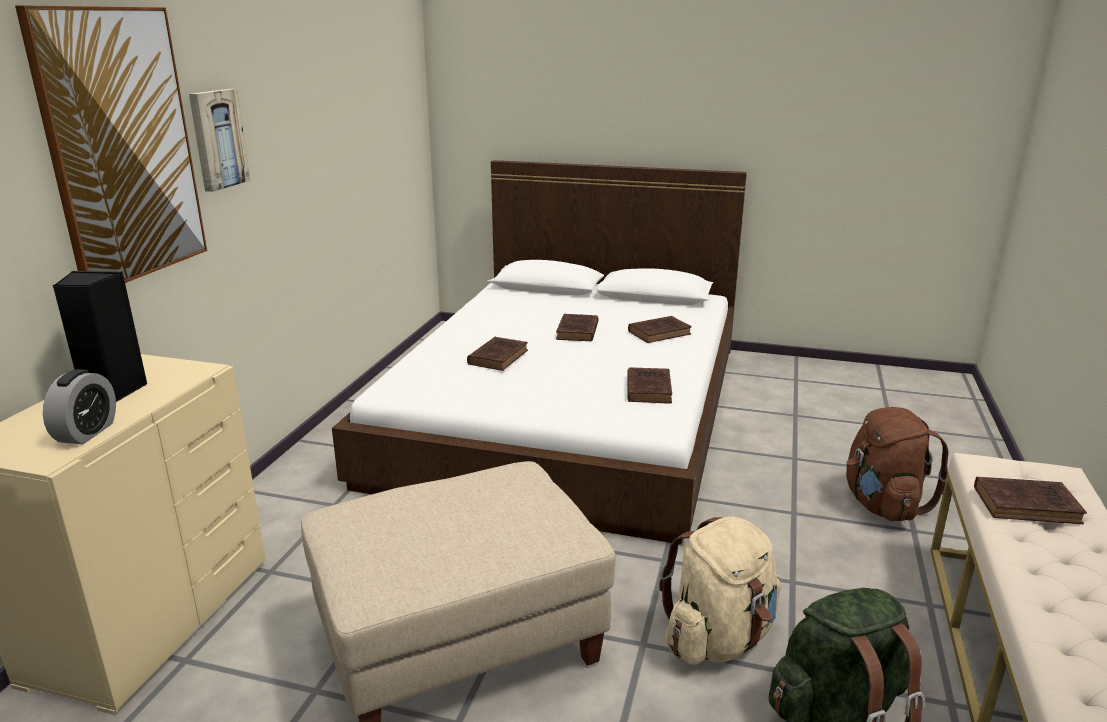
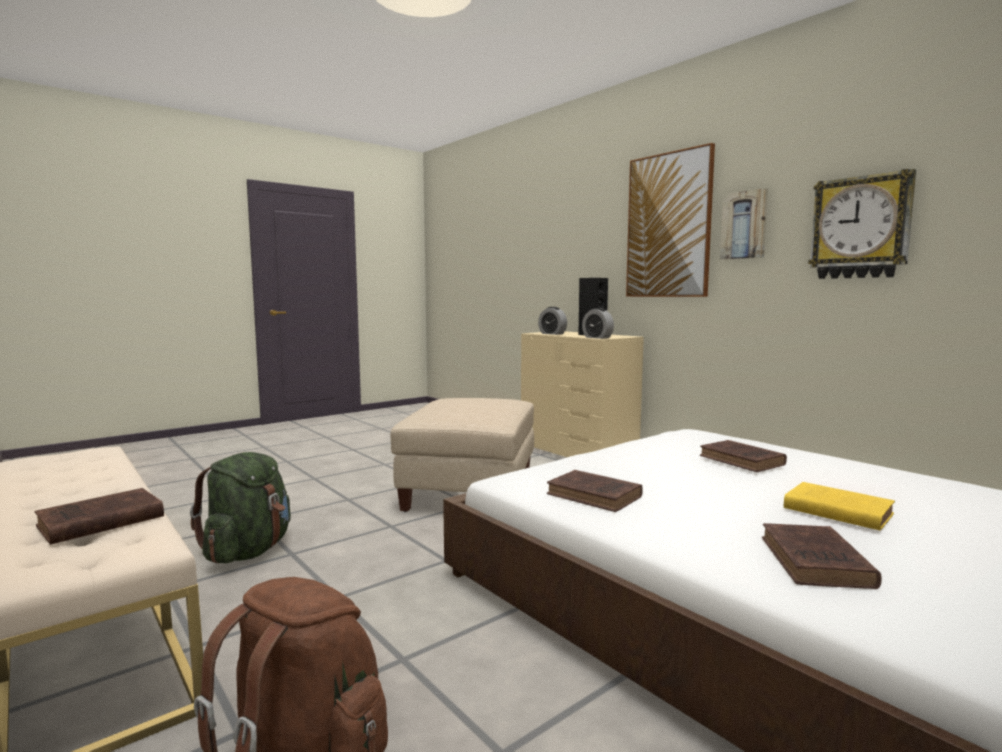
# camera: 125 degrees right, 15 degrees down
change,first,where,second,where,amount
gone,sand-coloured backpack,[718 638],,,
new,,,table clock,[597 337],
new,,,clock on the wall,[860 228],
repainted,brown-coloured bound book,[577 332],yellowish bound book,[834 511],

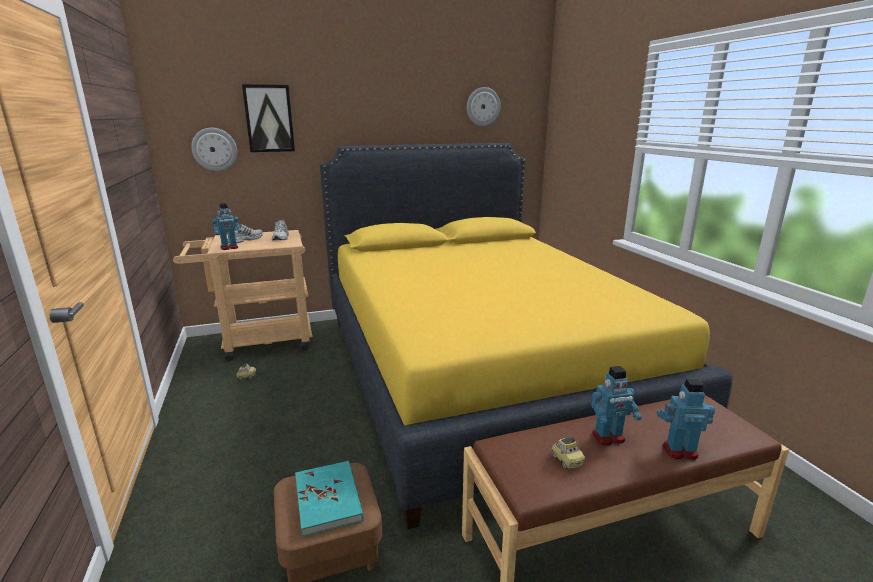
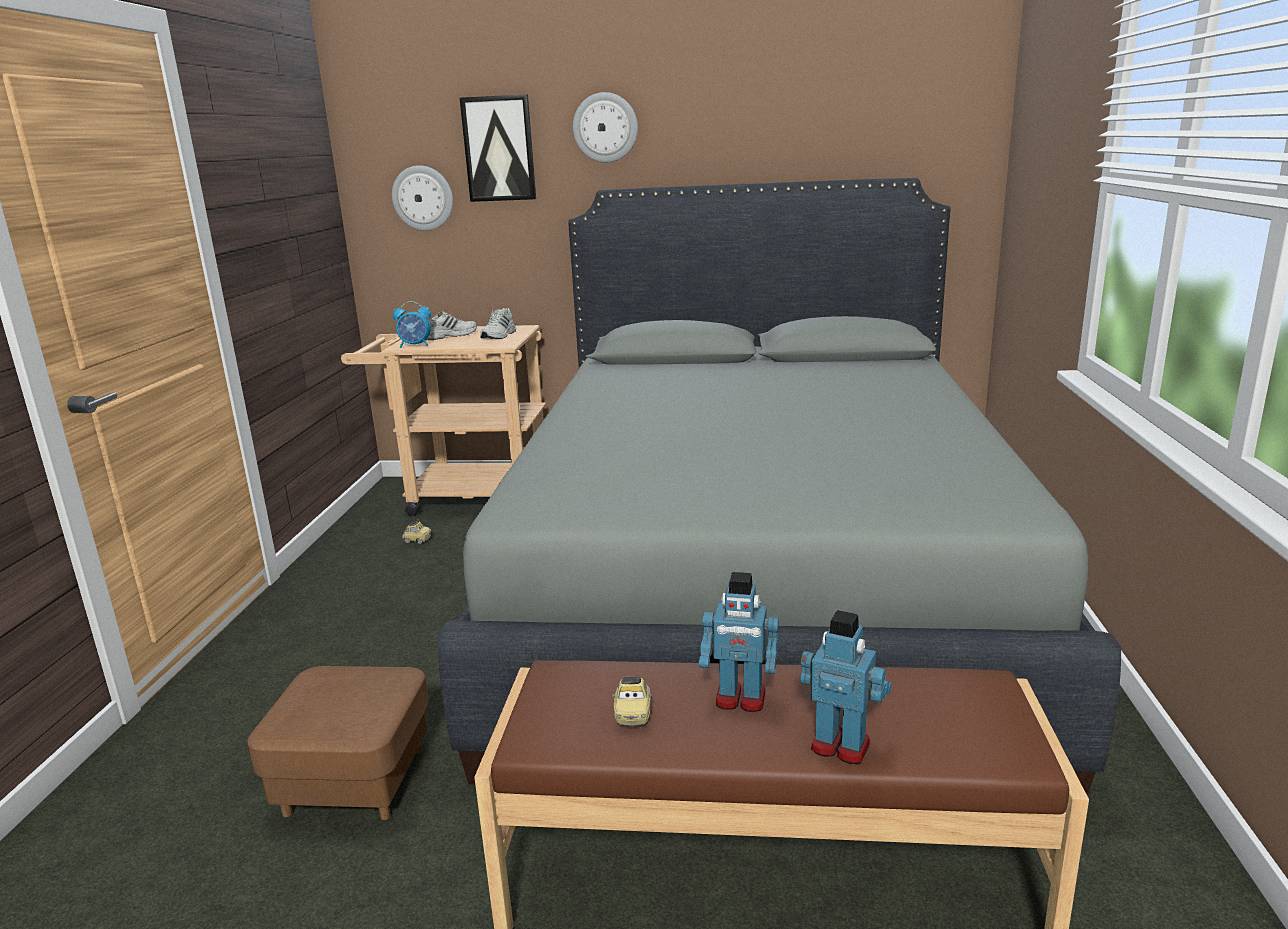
# camera: 25 degrees right, 0 degrees up
change,first,where,second,where,amount
gone,turquoise-coloured bound book,[328 499],,,
shifted,clock on the wall,[483 106],,[605 127],
swapped,robot figure,[229 248],table clock,[415 346],
repainted,yellowish bedroom bed,[478 372],grey bedroom bed,[758 589],

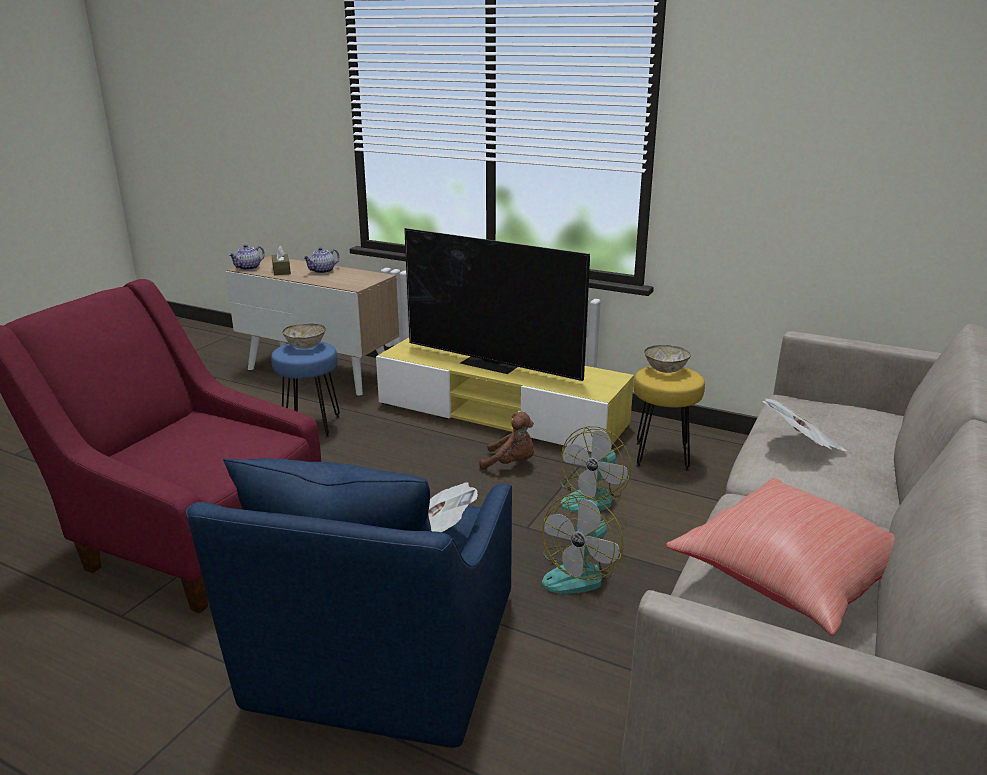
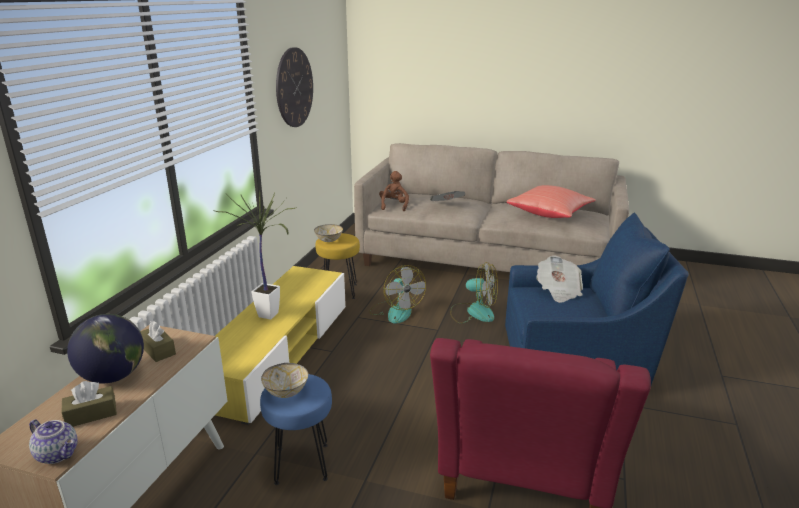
# camera: 100 degrees left, 0 degrees up
change,first,where,second,where,amount
new,,,brown-coloured box of tissues,[158 350],
new,,,clock on the wall,[294 87],
shifted,brown-coloured soft toy,[511 463],,[394 206],
swapped,pot for tea,[322 271],globe,[113 376],
swapped,TV set,[492 363],plant in a pot,[270 317],
rotated,fan,[592 497],,[396 311],45 degrees clockwise

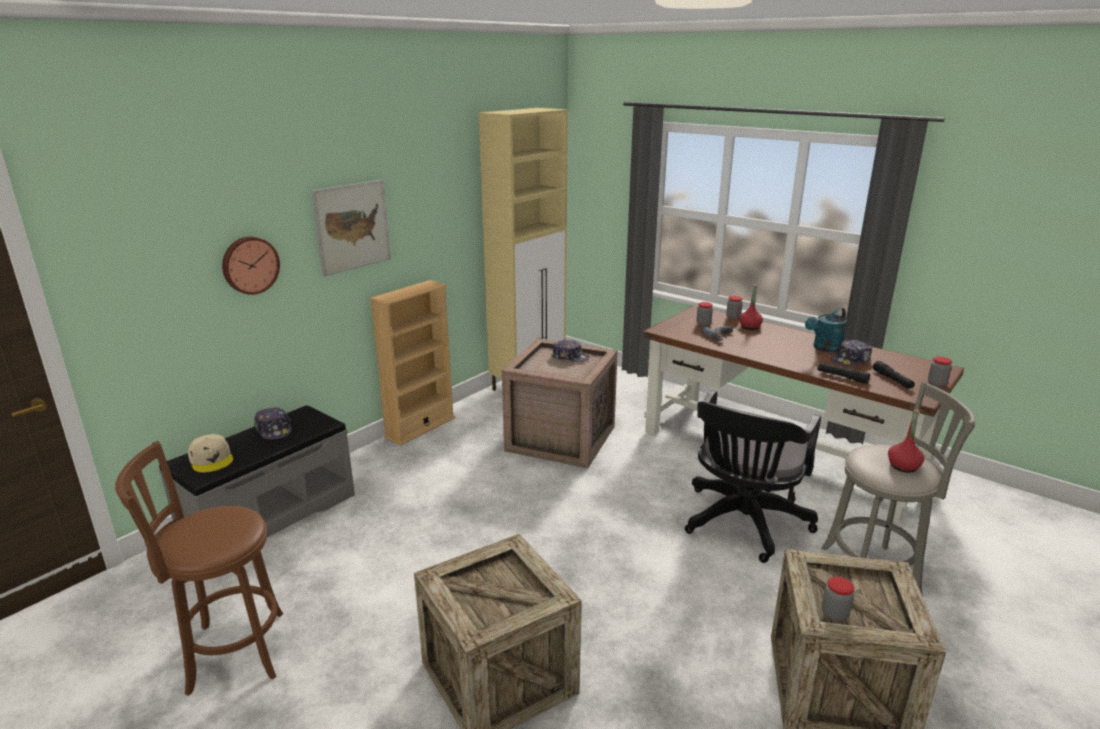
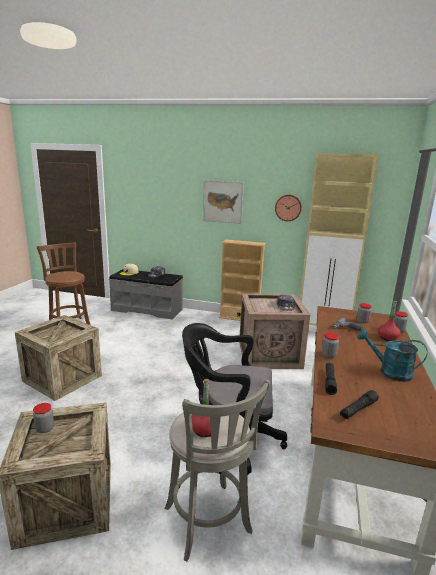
# camera: 65 degrees right, 5 degrees down
change,first,where,second,where,amount
gone,cap,[851 360],,,
shifted,clock on the wall,[249 265],,[288 207],
shifted,preserve jar,[936 383],,[328 355],

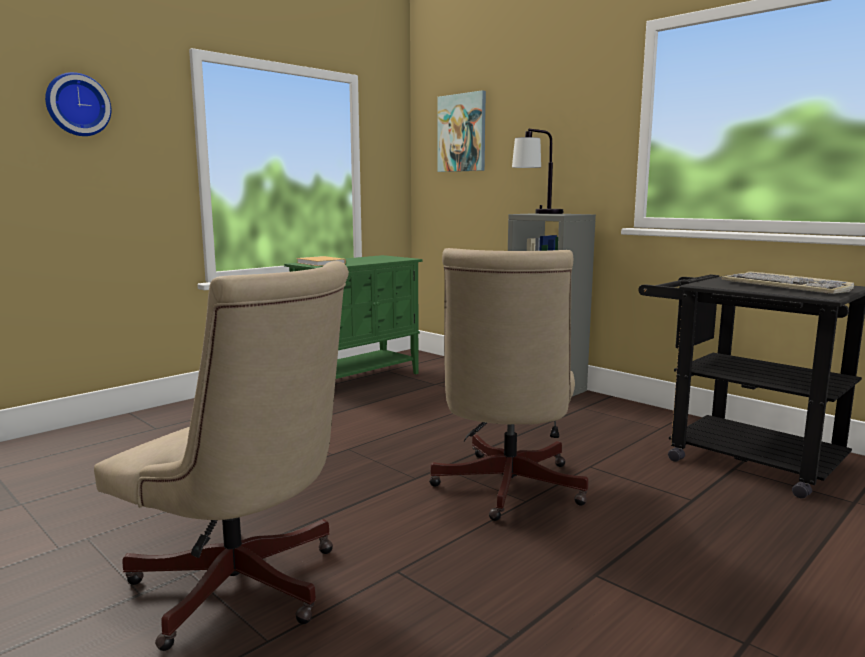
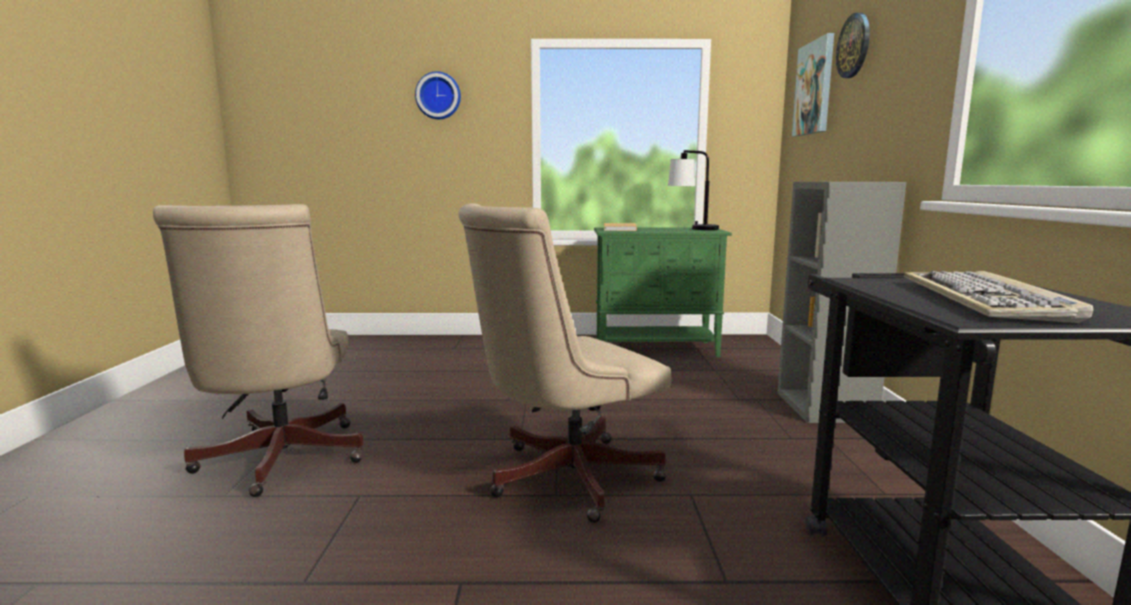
# camera: 45 degrees right, 0 degrees up
change,first,where,second,where,amount
new,,,clock on the wall,[854 46],
shifted,lamp for a table,[537 213],,[692 228],

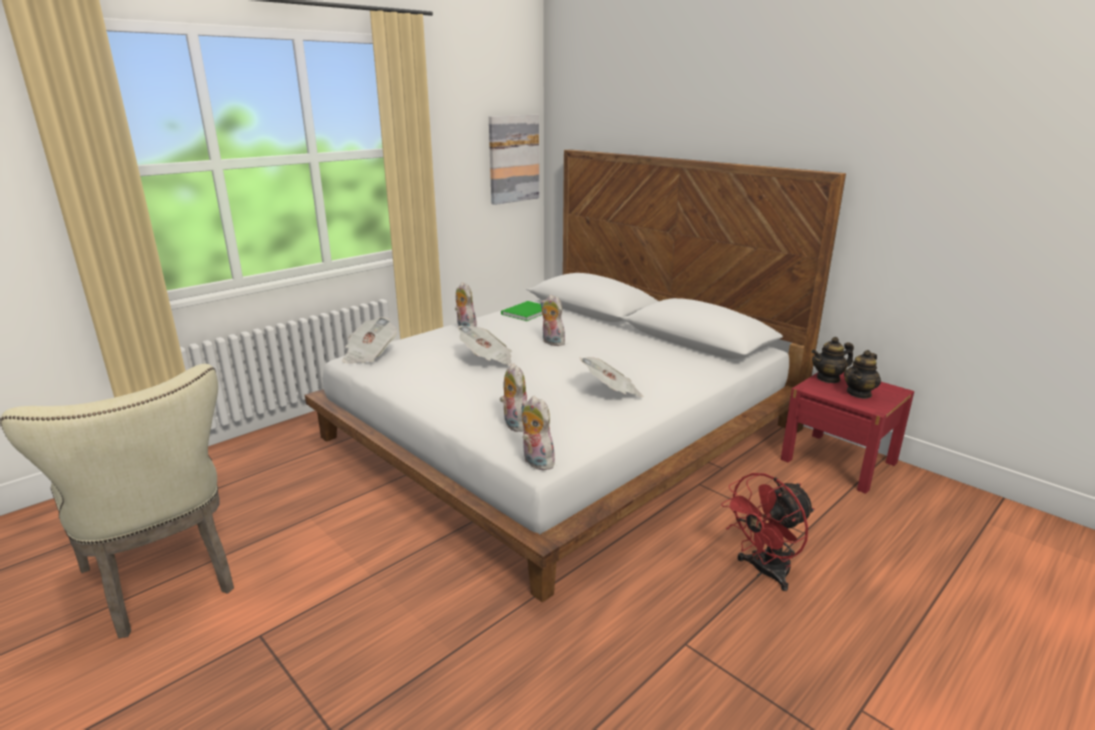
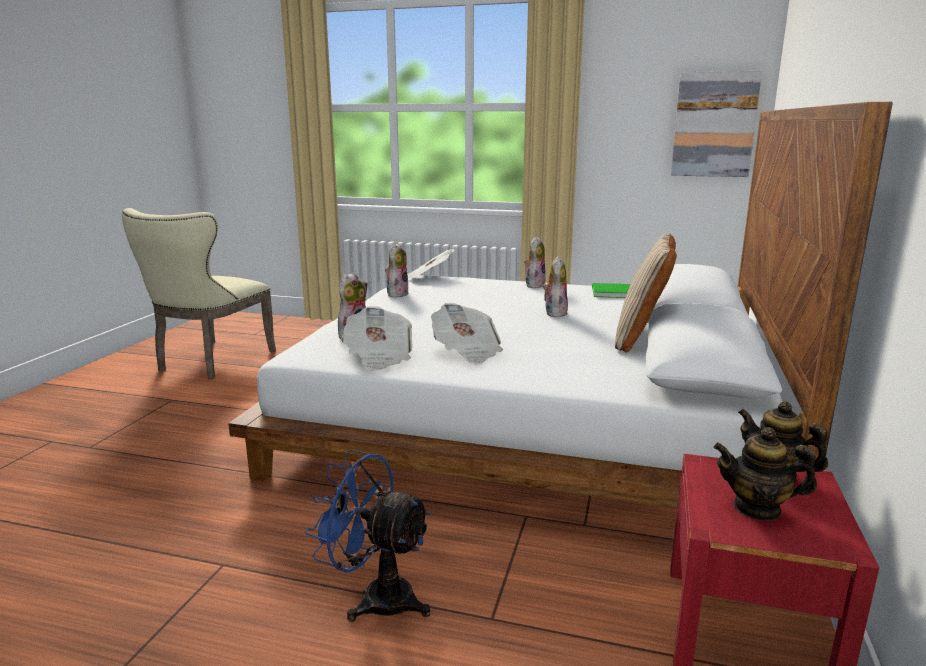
# camera: 60 degrees right, 5 degrees down
change,first,where,second,where,amount
new,,,sand-coloured throw pillow,[641 338],
shifted,newspaper,[487 359],,[378 357],
shifted,soft toy,[535 462],,[397 294],
repainted,reddish fan,[764 572],blue fan,[376 597],

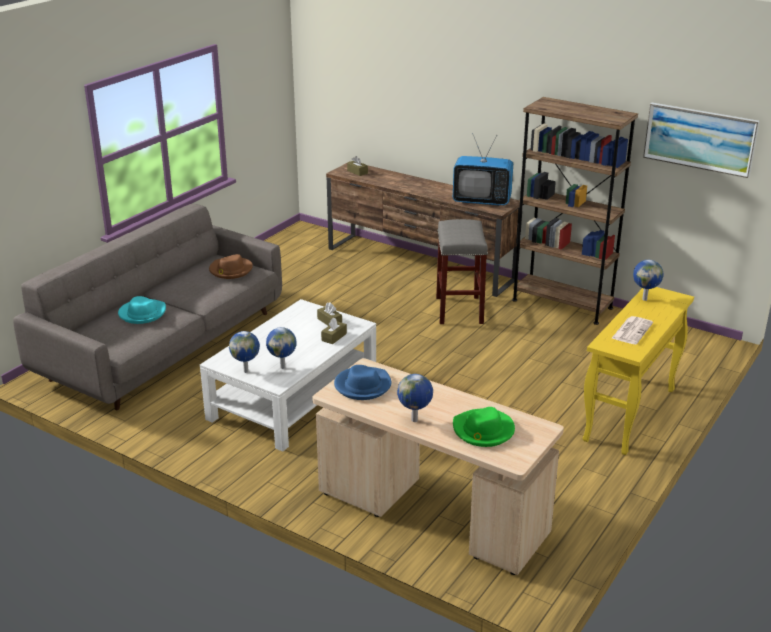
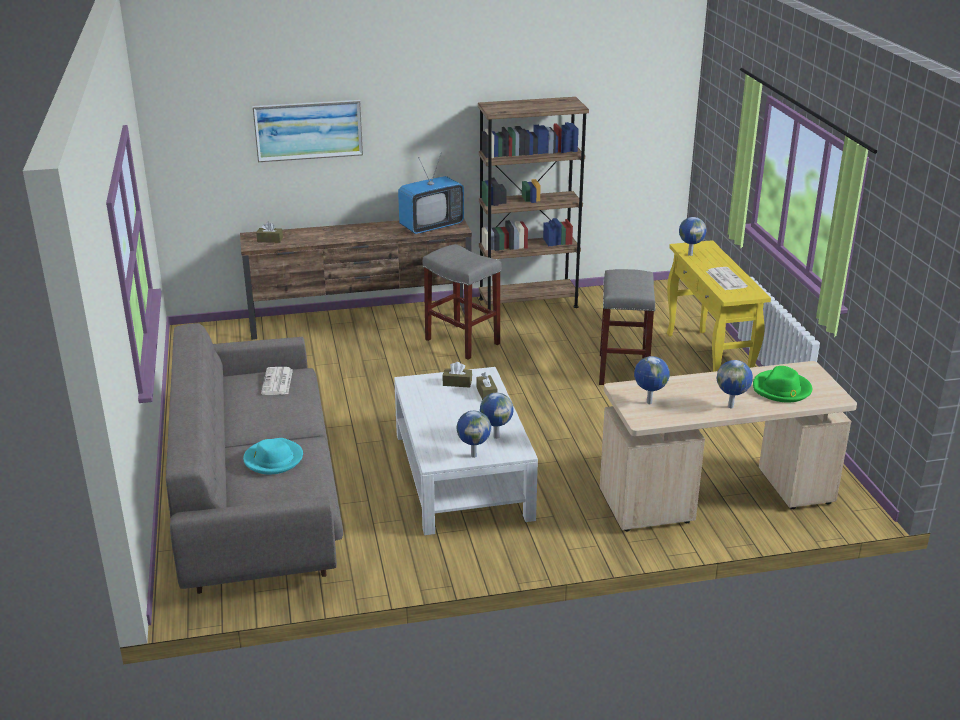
# camera: 45 degrees left, 0 degrees up
change,first,where,second,where,amount
new,,,grey sitting stool,[622 370],
shifted,picture,[700 139],,[308 130],
swapped,brown-coloured hat,[230 270],newspaper,[277 382],
swapped,blue hat,[362 386],globe,[648 403],

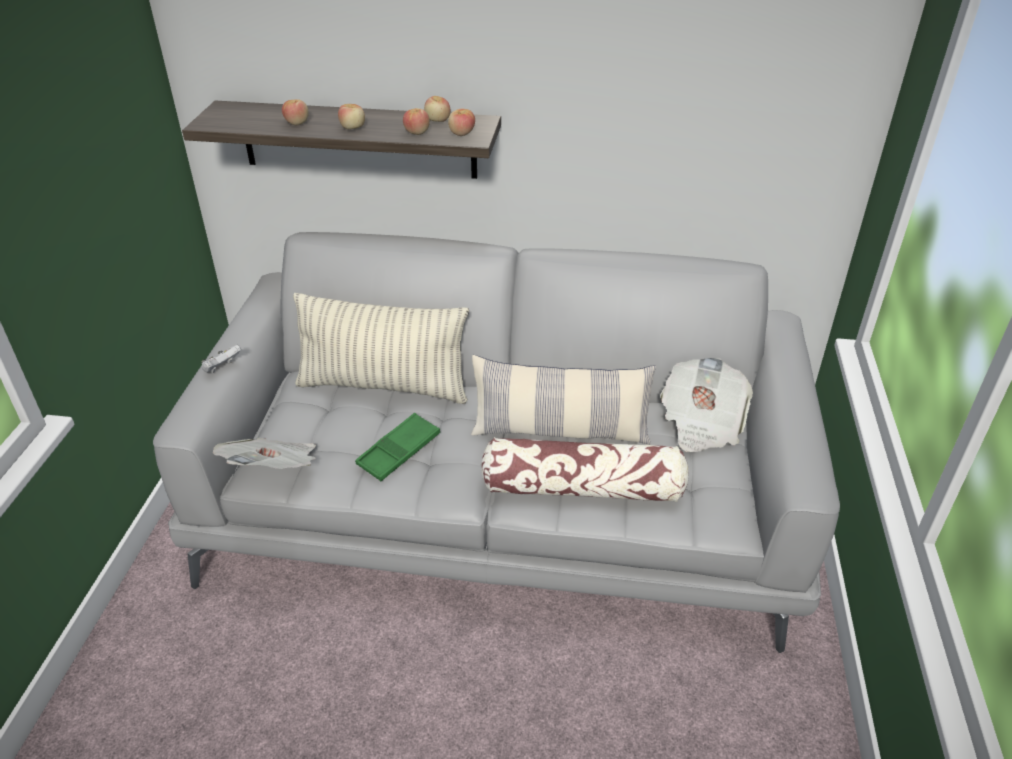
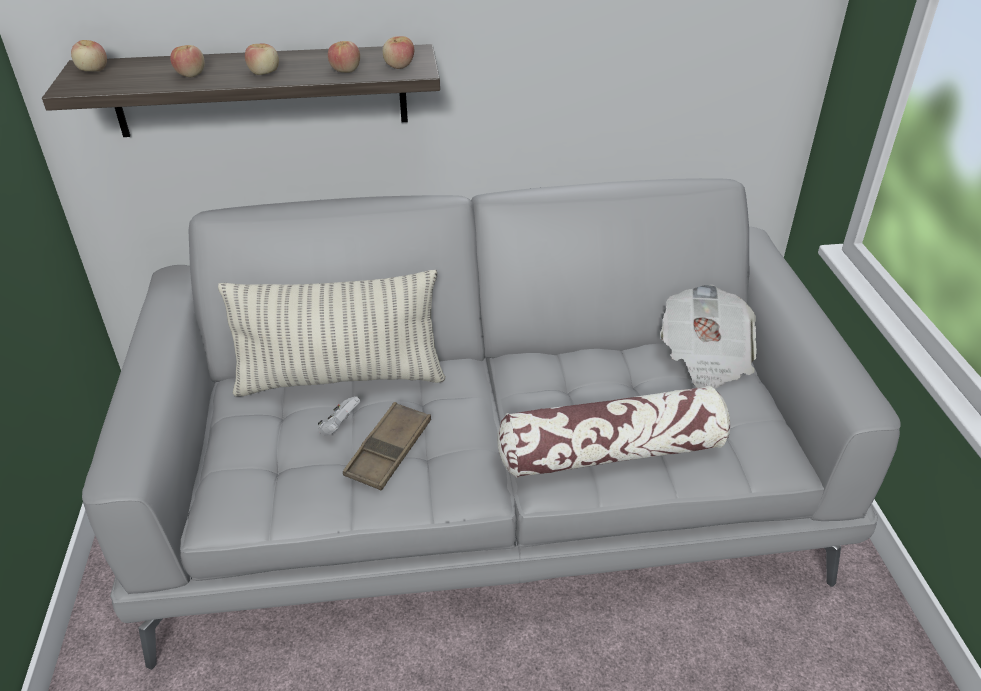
# camera: 15 degrees left, 0 degrees up
change,first,where,second,where,amount
gone,newspaper,[274 471],,,
gone,throw pillow,[560 431],,,
shifted,white game controller,[222 368],,[339 427],
shifted,apple,[437 121],,[93 71],
repainted,greenish serving tray,[399 451],brown-coloured serving tray,[389 451],

